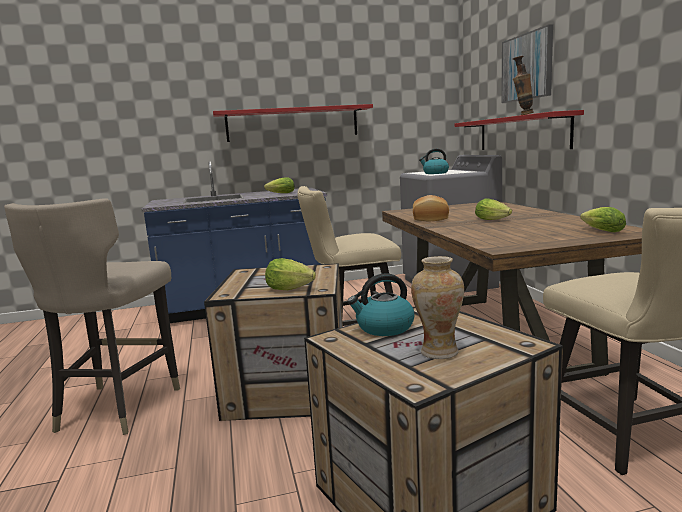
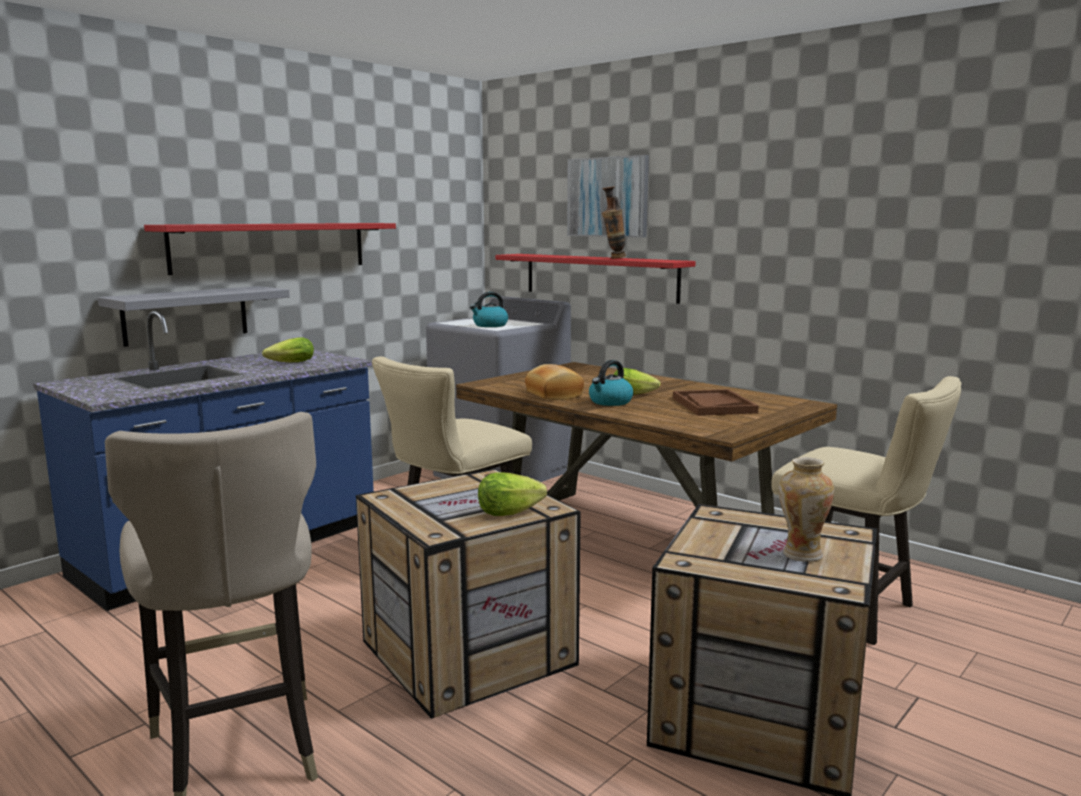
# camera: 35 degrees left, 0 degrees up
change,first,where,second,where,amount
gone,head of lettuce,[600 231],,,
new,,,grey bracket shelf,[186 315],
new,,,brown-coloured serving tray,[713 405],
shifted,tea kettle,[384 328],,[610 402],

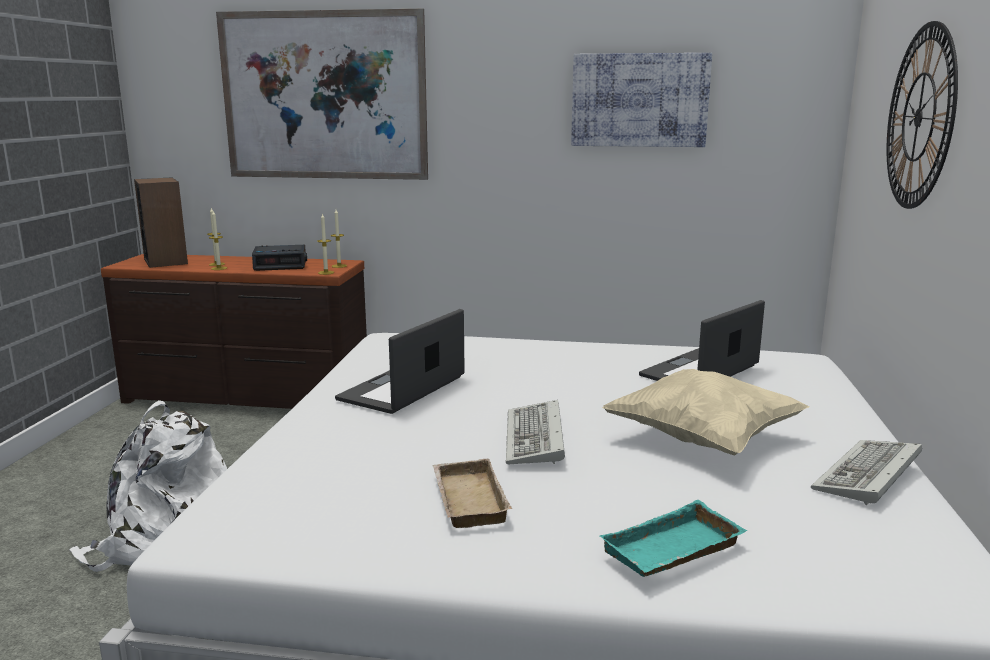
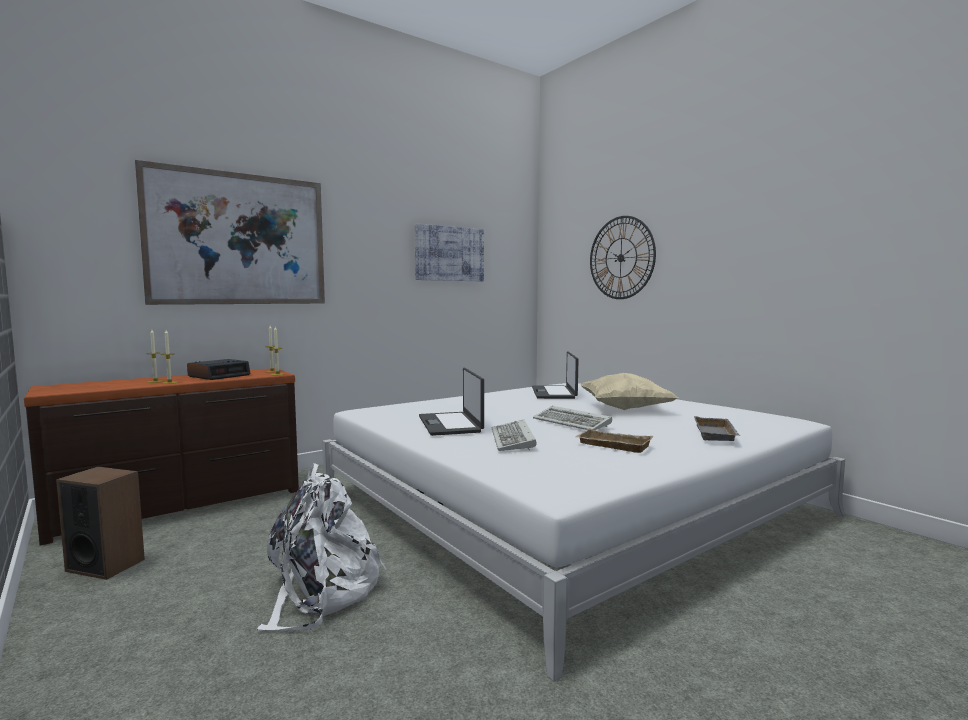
# camera: 45 degrees left, 10 degrees down
change,first,where,second,where,amount
shifted,audio speaker,[166 261],,[106 565],
shifted,keyboard,[868 476],,[514 440],
repainted,turquoise-coloured serving tray,[673 551],grey serving tray,[717 434],

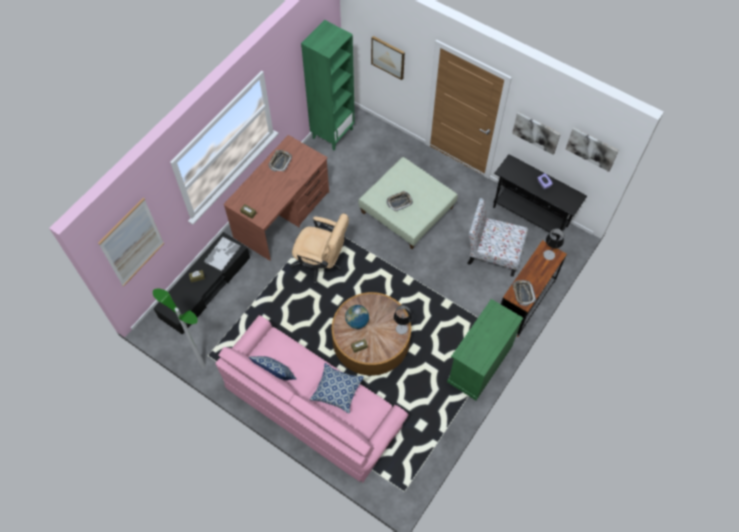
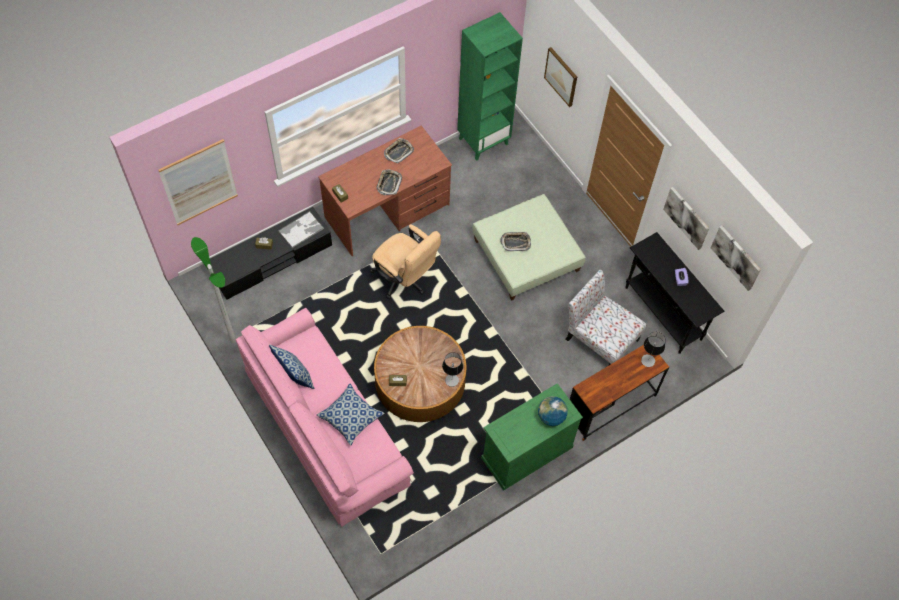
# camera: 20 degrees right, 0 degrees up
change,first,where,second,where,amount
shifted,globe,[357 322],,[551 417],
shifted,serving tray,[523 293],,[389 183],

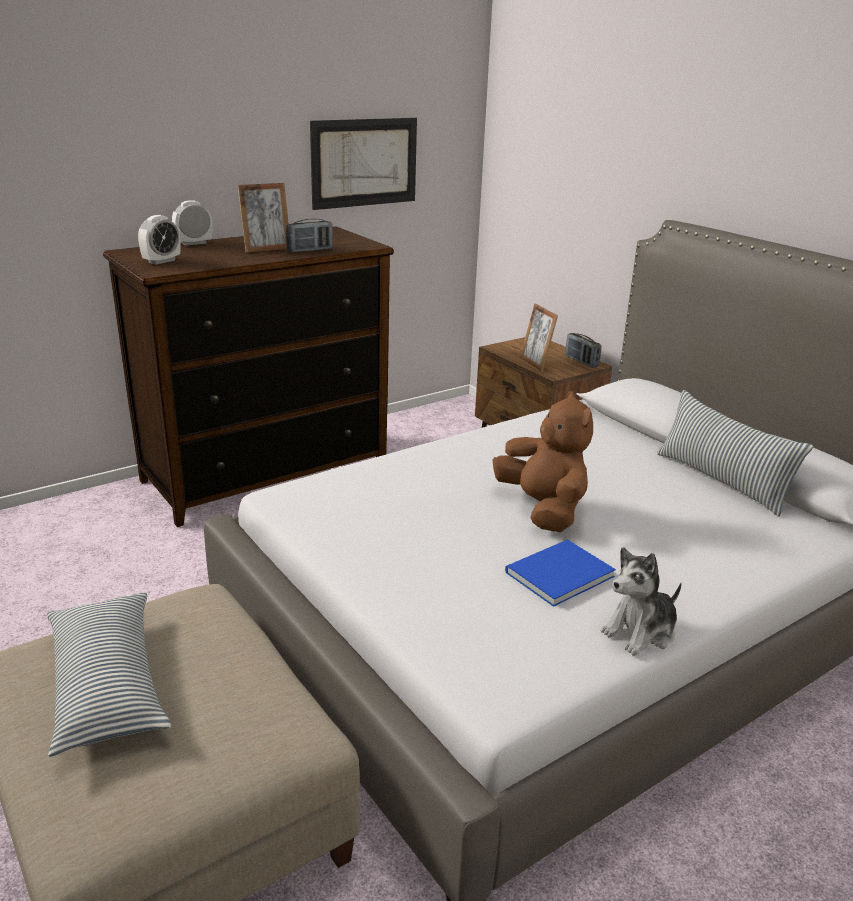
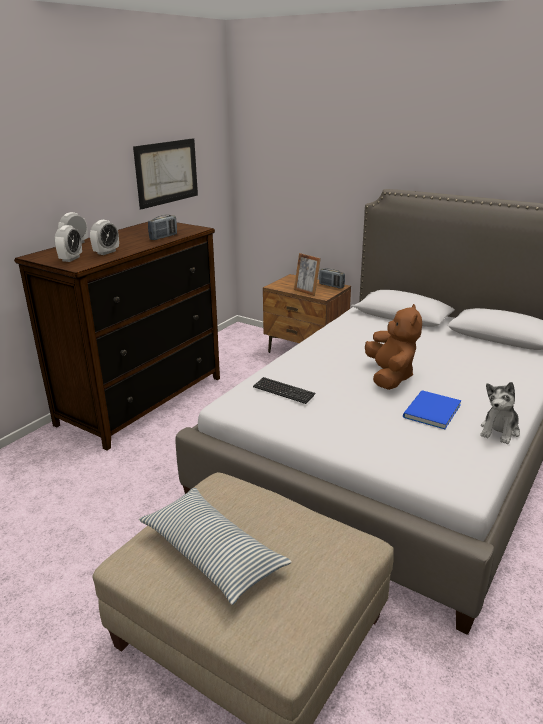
# camera: 20 degrees left, 0 degrees up
change,first,where,second,where,amount
gone,picture frame,[266 249],,,
gone,throw pillow,[721 481],,,
new,,,table clock,[106 252],
new,,,keyboard,[283 391],
rotated,brown-coloured soft toy,[543 509],,[390 376],45 degrees clockwise

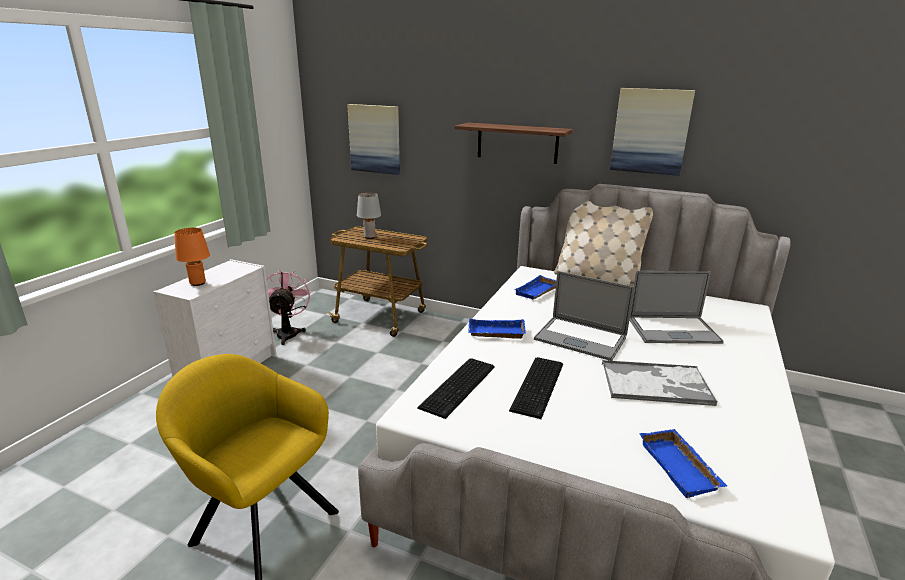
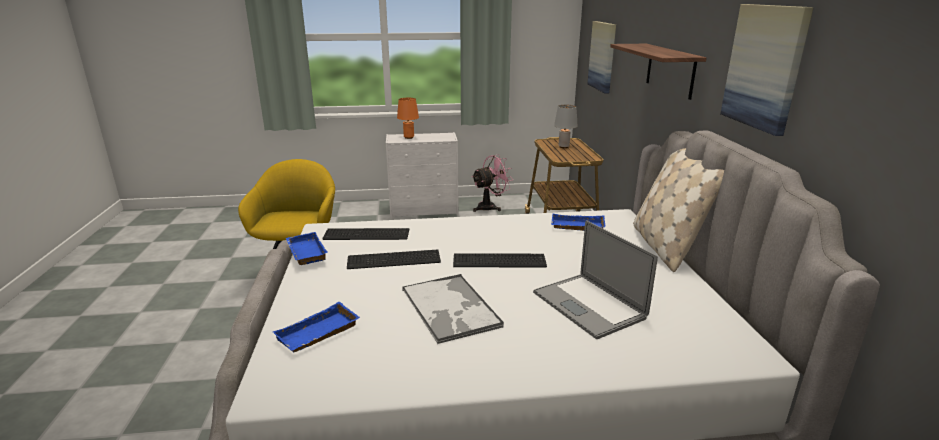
# camera: 60 degrees right, 0 degrees up
change,first,where,second,where,amount
shifted,blue serving tray,[495 333],,[305 252],
swapped,laptop,[580 338],keyboard,[500 261],

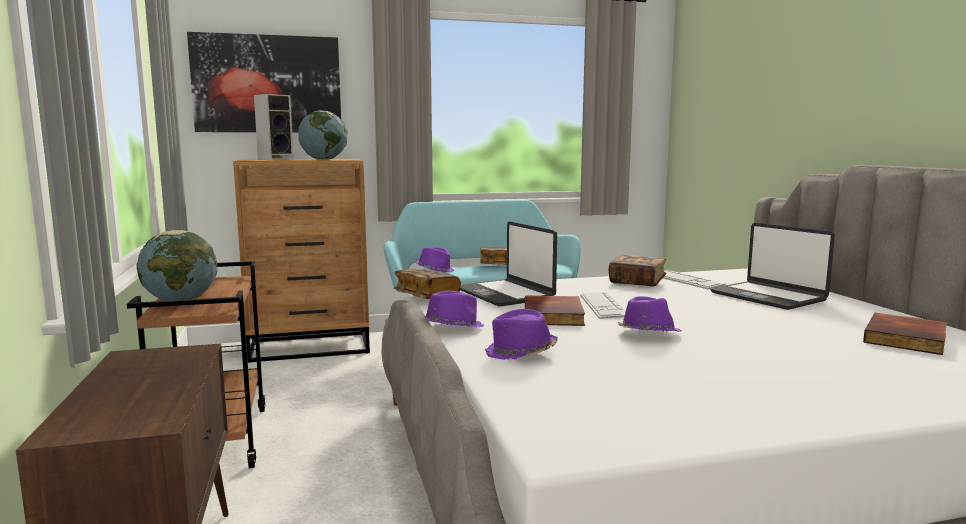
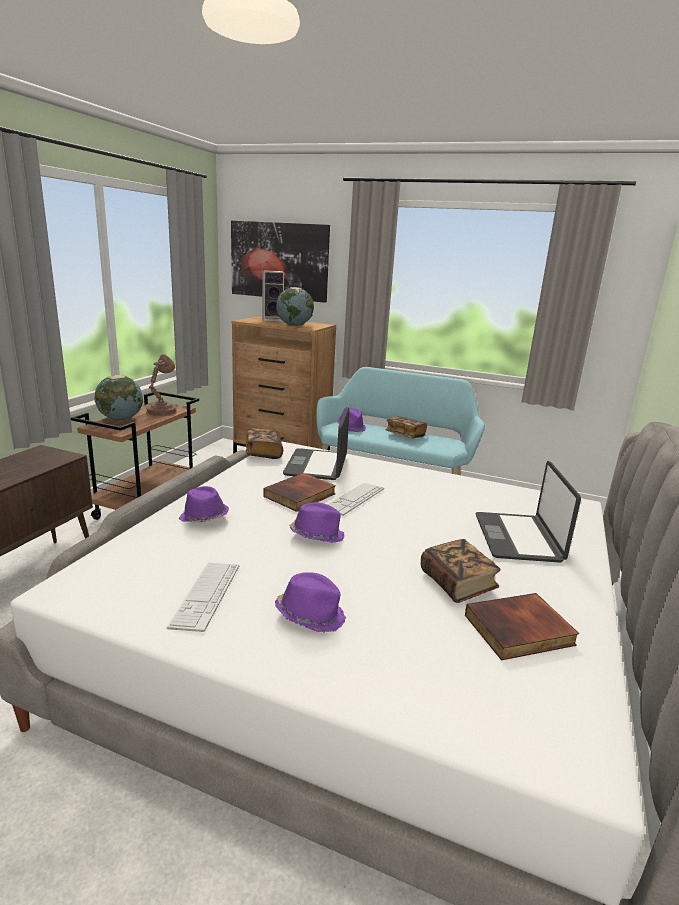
# camera: 35 degrees right, 10 degrees up
change,first,where,second,where,amount
new,,,brown-coloured lamp for a table,[162 411],
shifted,purplish hat,[452 327],,[310 615],
shifted,bound book,[637 282],,[457 583],
shifted,keyboard,[686 280],,[206 595],

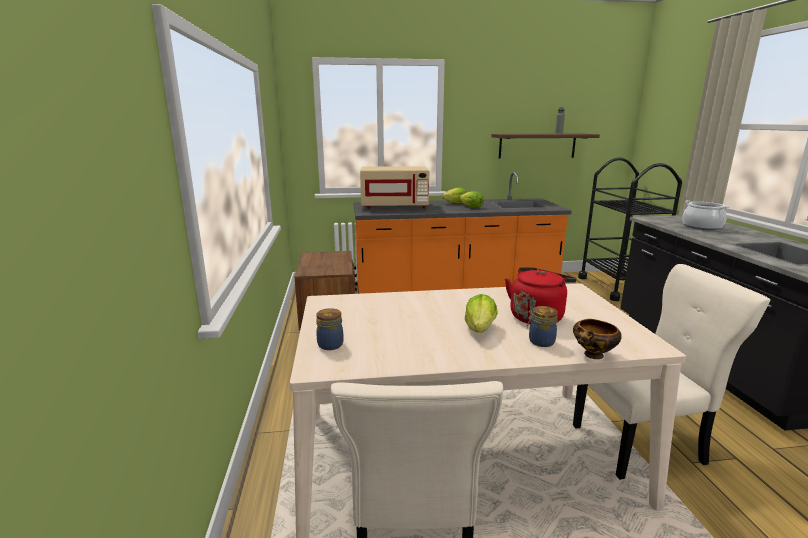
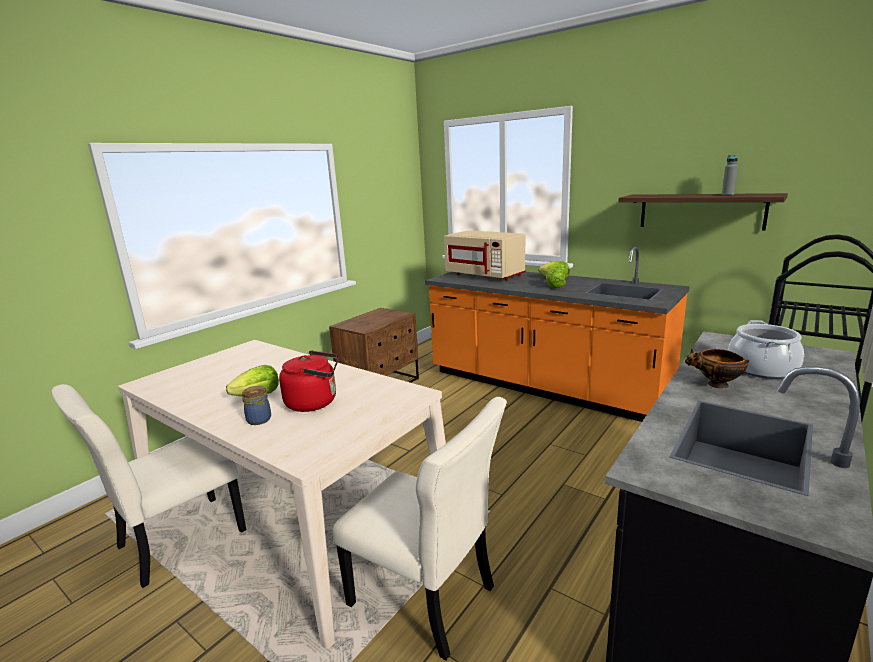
# camera: 45 degrees right, 0 degrees up
change,first,where,second,where,amount
gone,preserve jar,[330 344],,,
shifted,bowl,[593 356],,[715 385],

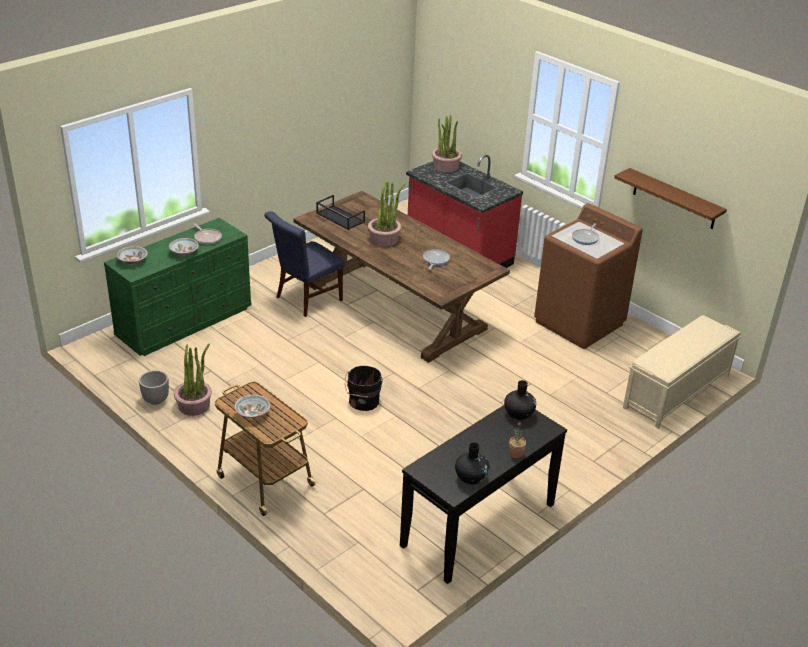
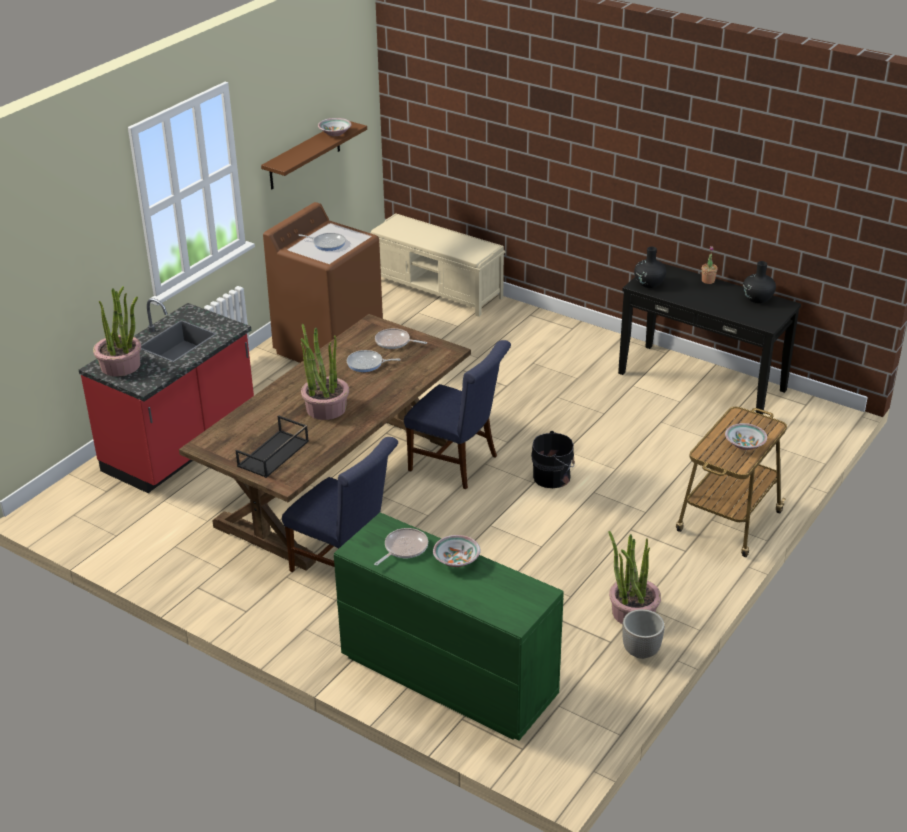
# camera: 100 degrees left, 0 degrees up
change,first,where,second,where,amount
new,,,frying pan,[394 342],
new,,,blue chair,[458 464],
shifted,bowl,[132 261],,[335 133],

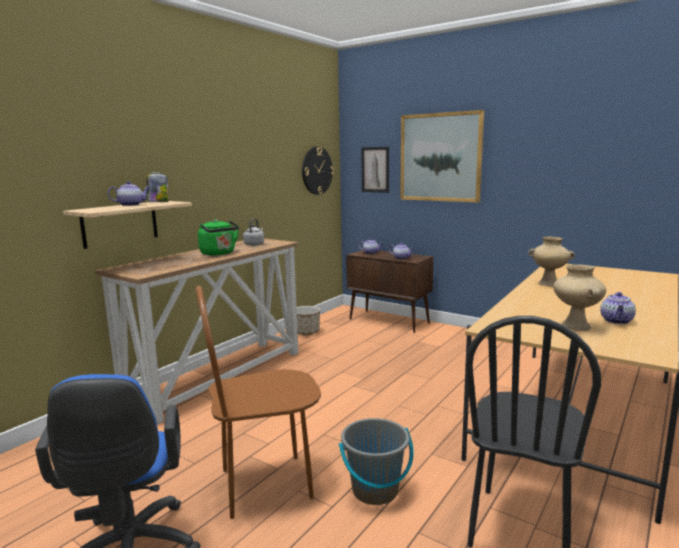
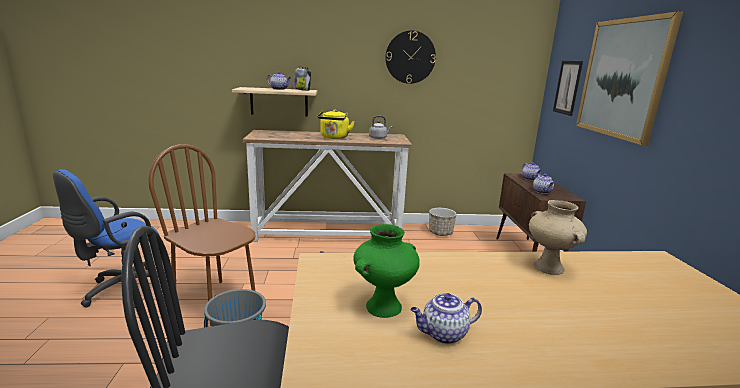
# camera: 50 degrees right, 5 degrees up
change,first,where,second,where,amount
shifted,clock on the wall,[317 170],,[410 57],
repainted,greenish tea kettle,[219 253],yellowish tea kettle,[334 137],
repainted,sand-coloured vase,[574 326],greenish vase,[383 306],

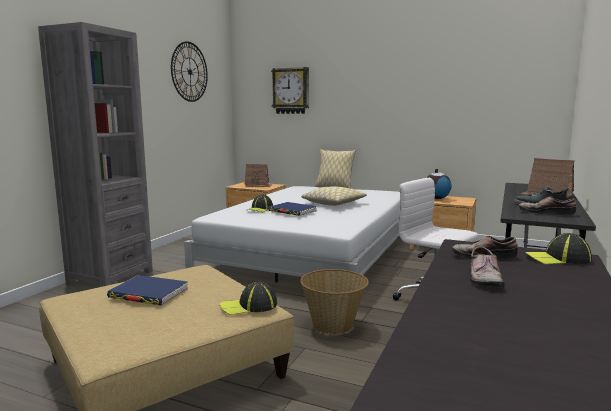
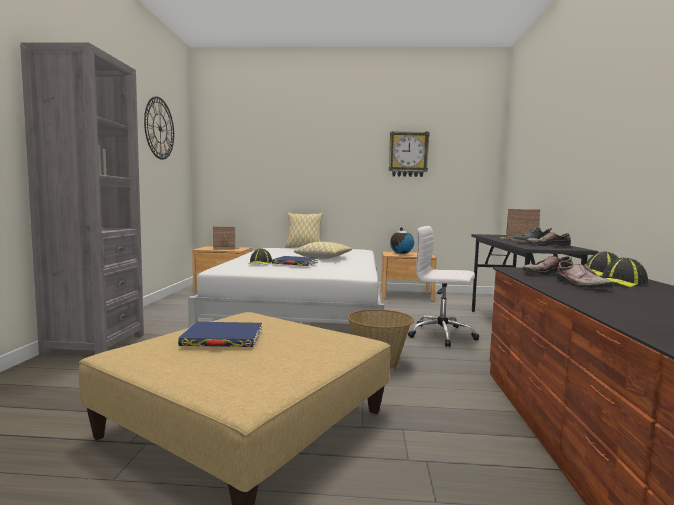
# camera: 20 degrees left, 5 degrees down
change,first,where,second,where,amount
shifted,cap,[249 306],,[620 282],
shifted,clock on the wall,[291 91],,[408 154],

